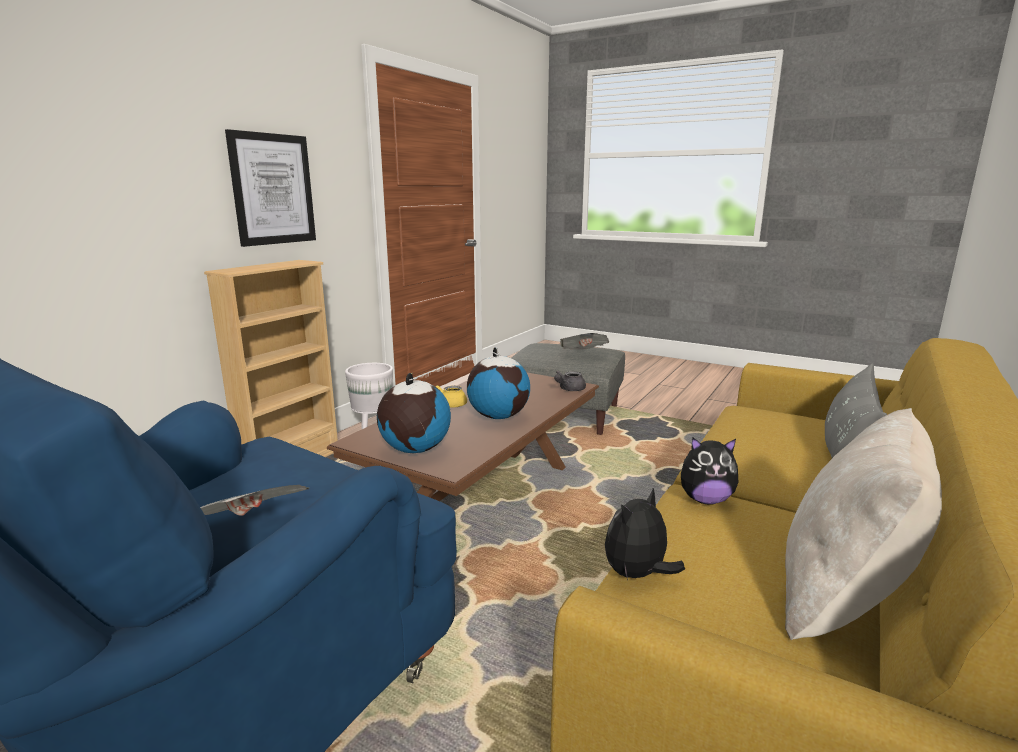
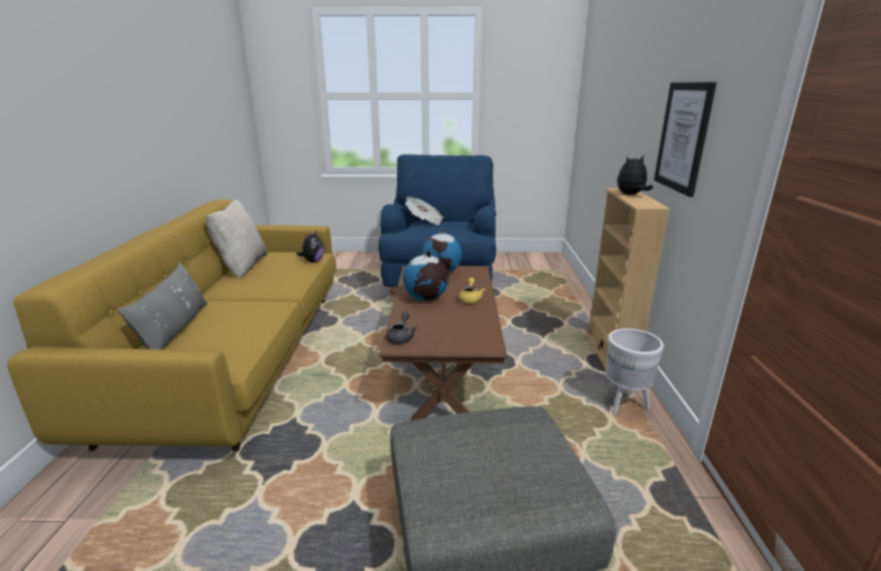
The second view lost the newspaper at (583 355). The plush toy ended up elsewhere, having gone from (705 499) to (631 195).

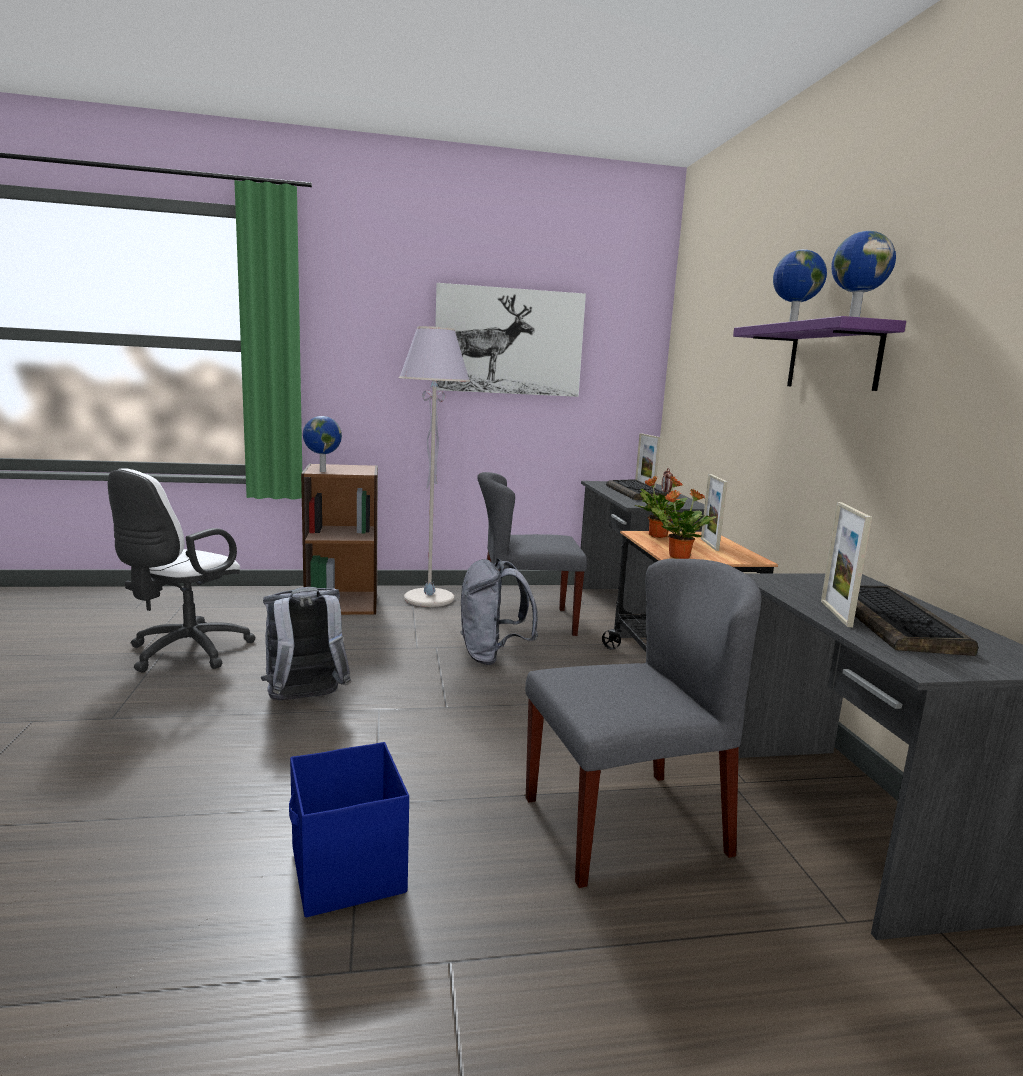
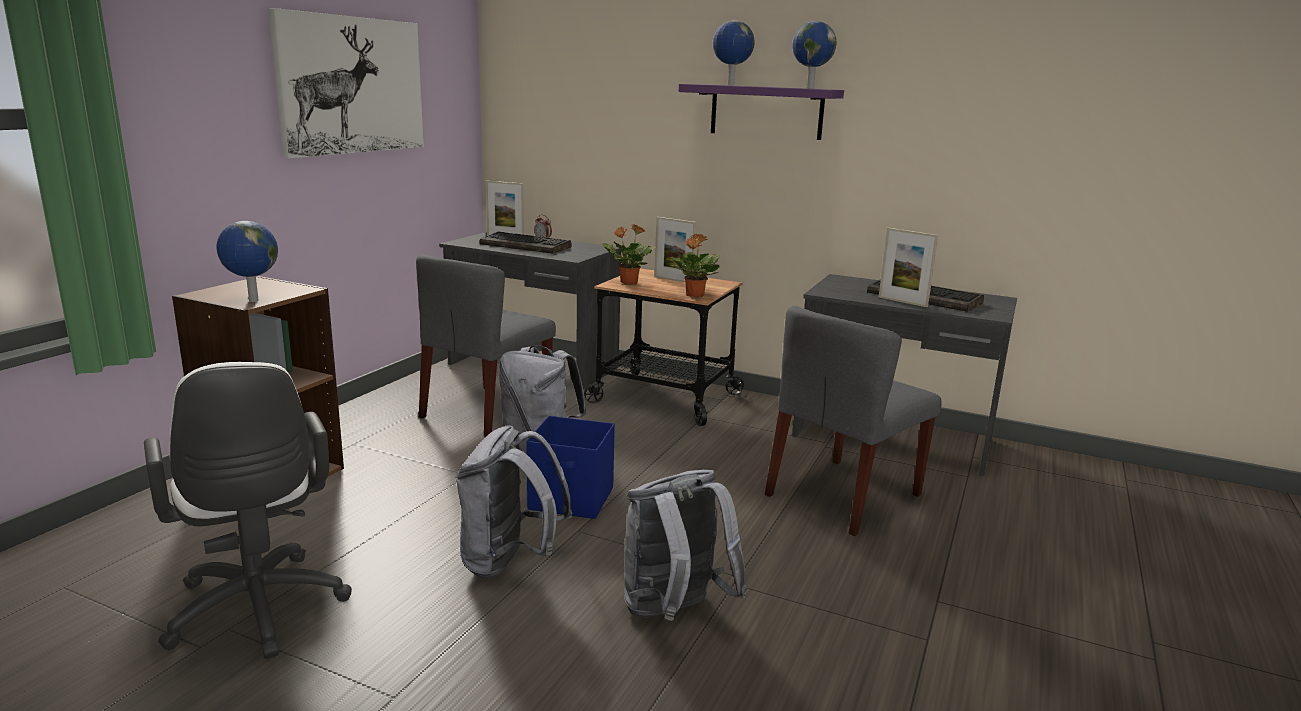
The second view lost the grey floor lamp at (428 599). The grey chair at (626 825) ended up facing another way, 150 degrees counterclockwise from before. The blue storage box ended up elsewhere, having gone from (347 872) to (572 499). The second view gained the grey backpack at (674 613).

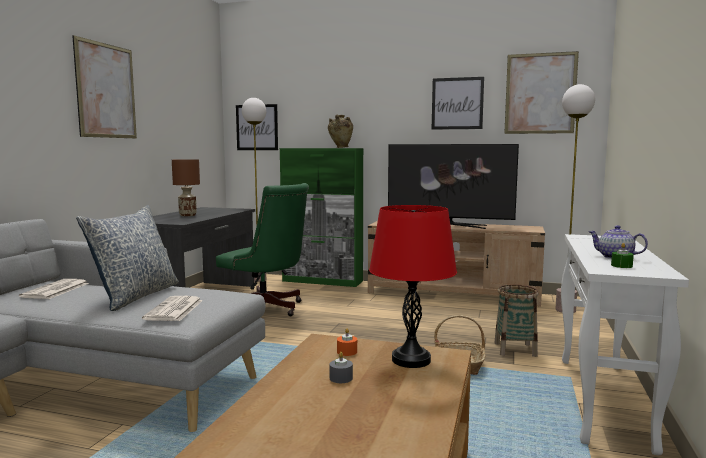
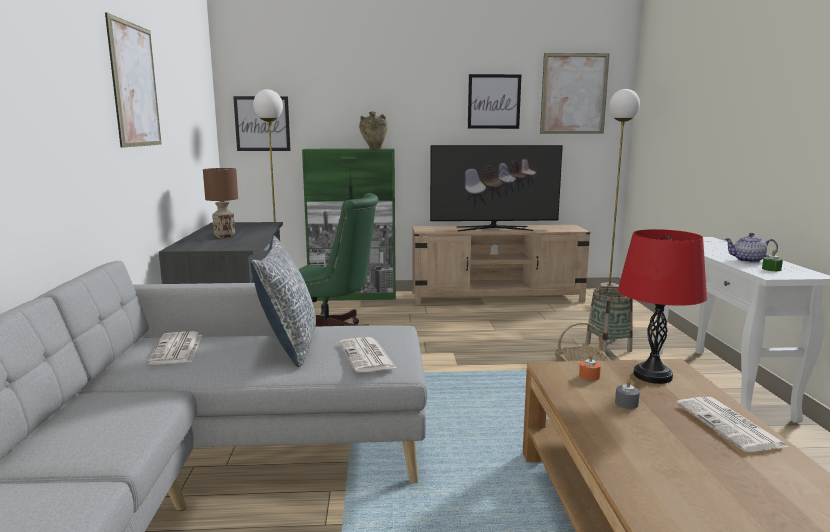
The second view gained the newspaper at (730 425).

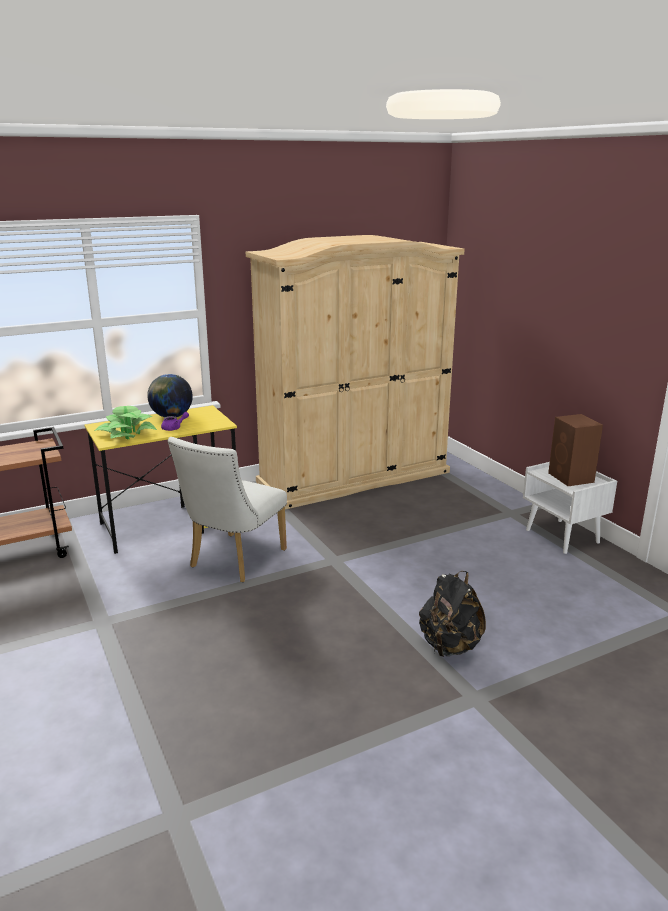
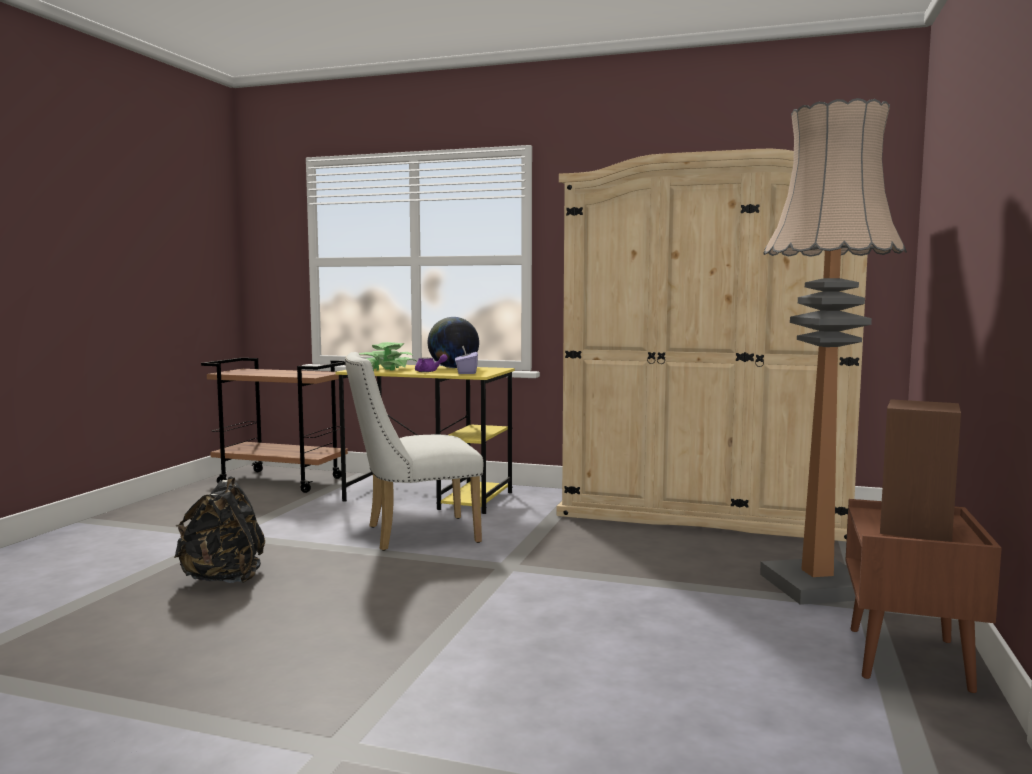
What was the white nightstand at (563 536) turned into the brown nightstand at (910 659). The black backpack ended up elsewhere, having gone from (450 646) to (223 579). The second view gained the floor lamp at (817 586). The second view gained the purple tissue box at (466 372).

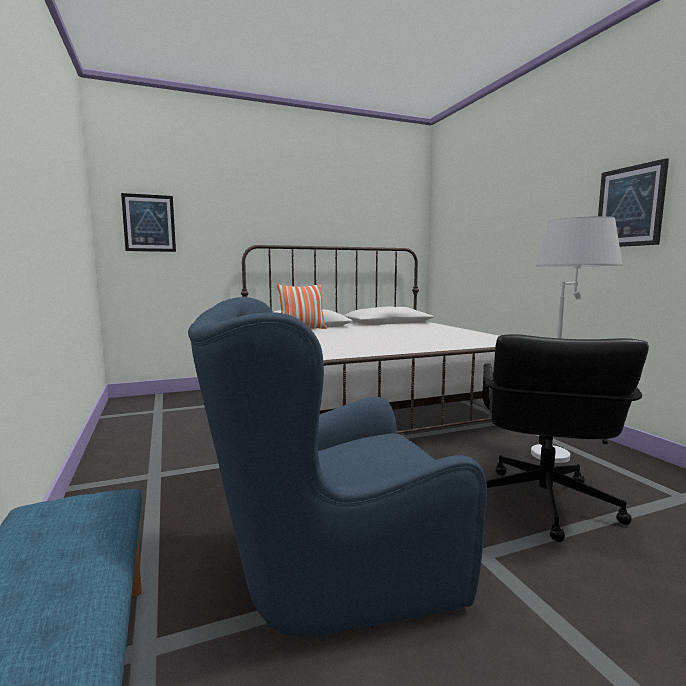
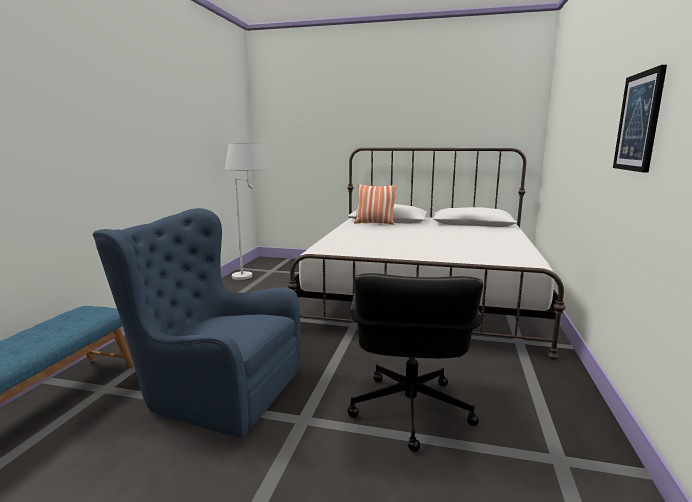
The second view lost the picture at (149 223). The white floor lamp ended up elsewhere, having gone from (561 451) to (253 276). The black office chair at (543 503) ended up facing another way, 45 degrees counterclockwise from before.

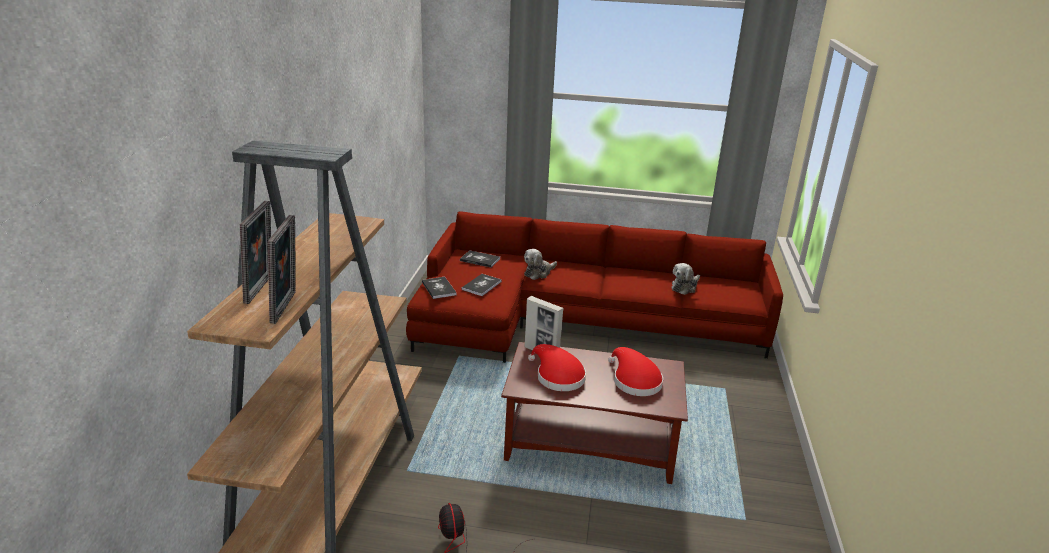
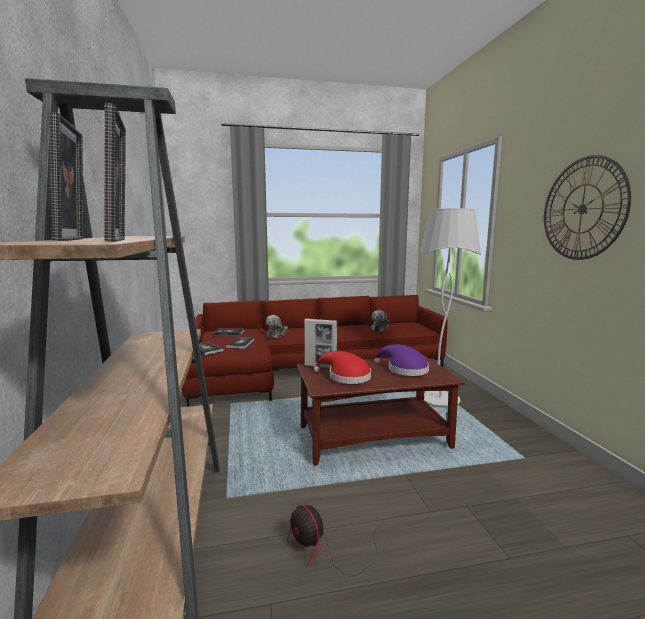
What was the red hat at (634 381) turned into the purple hat at (404 369). The second view gained the wall clock at (582 209). The second view gained the white floor lamp at (440 400).

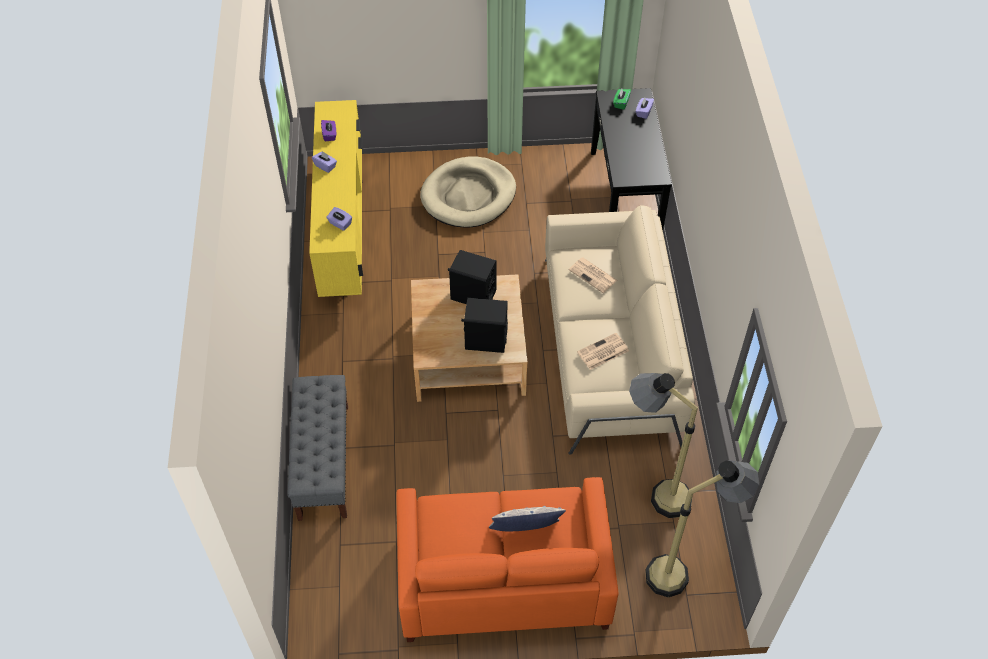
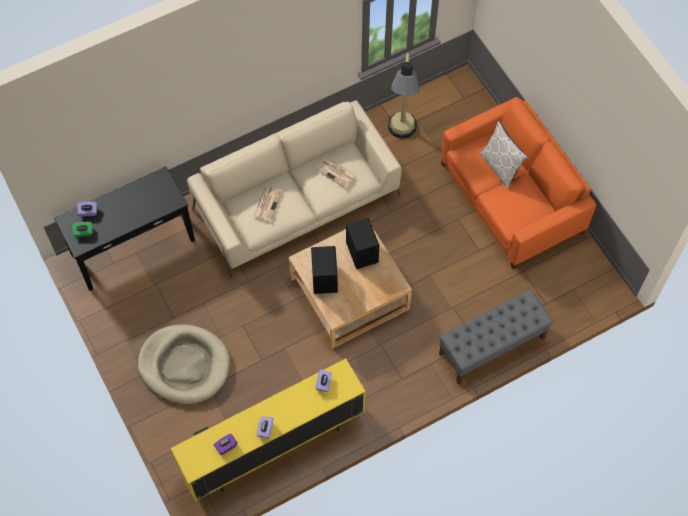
The second view lost the floor lamp at (685 570).

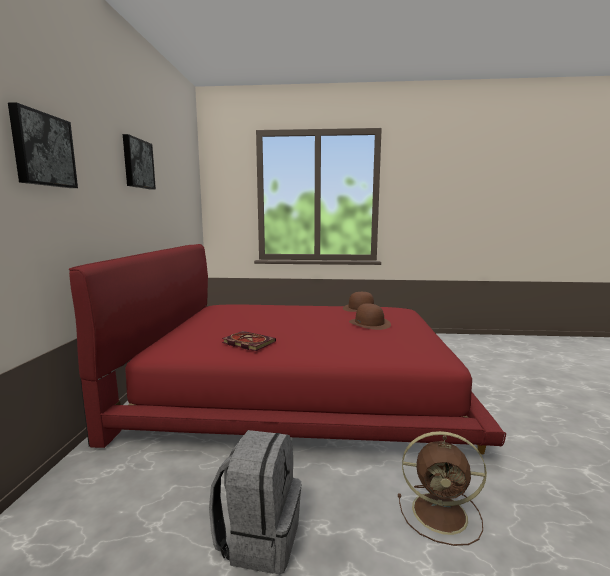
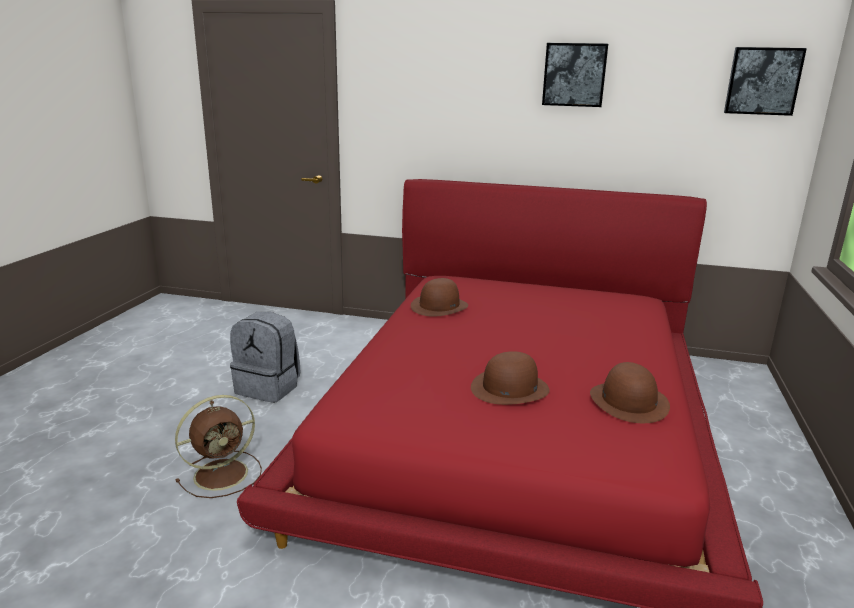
The picture ended up elsewhere, having gone from (42 150) to (763 81). Where the book stood at (247 343), the brown hat came to stand at (439 306). The brown fan at (442 513) ended up facing another way, 150 degrees counterclockwise from before.

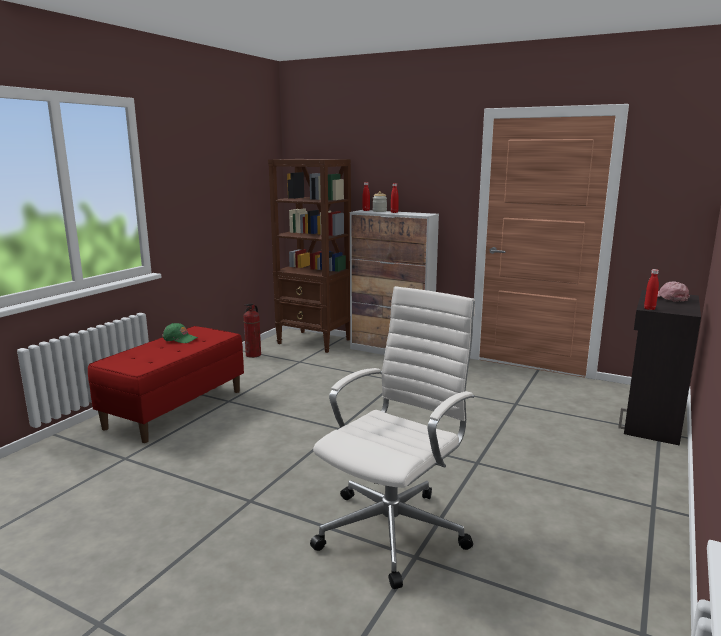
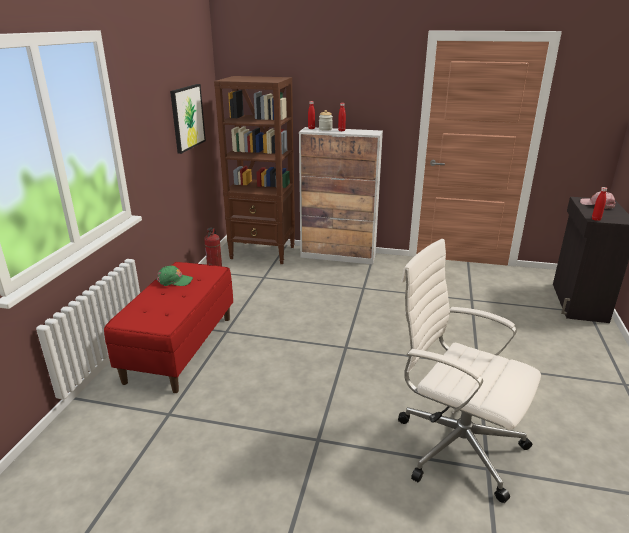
The white office chair at (394 529) ended up facing another way, 75 degrees counterclockwise from before. The second view gained the picture at (187 117).

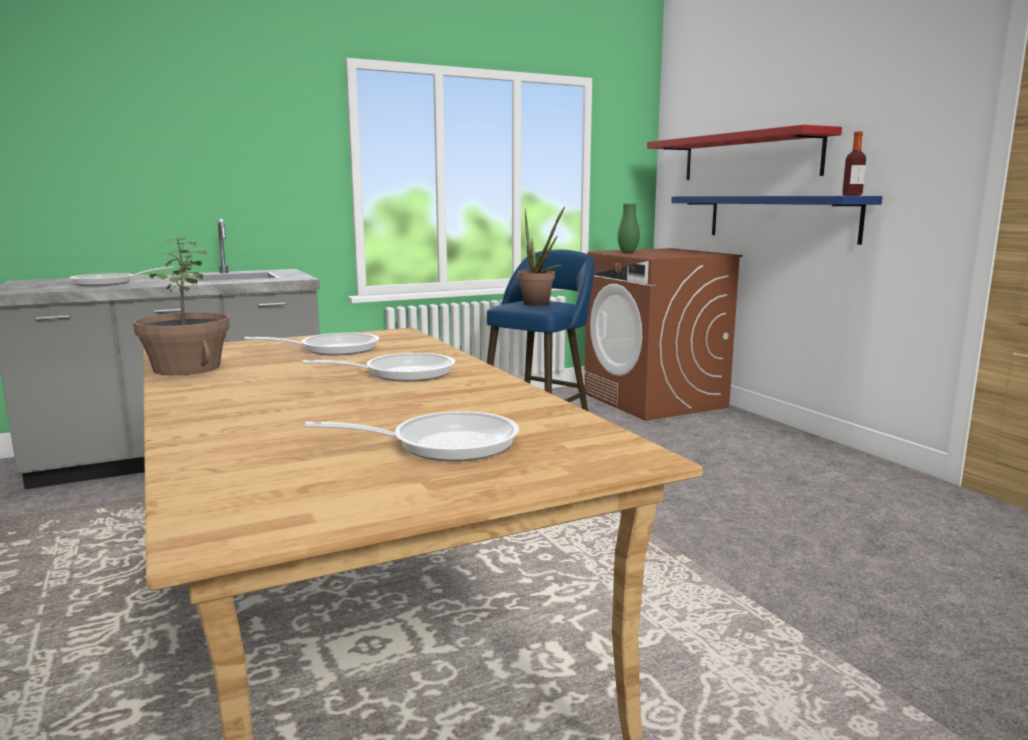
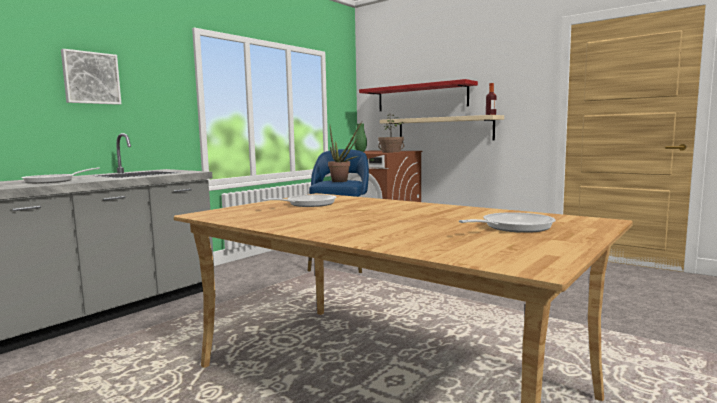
What was the blue shelf at (780 217) turned into the beige shelf at (444 129). The potted plant ended up elsewhere, having gone from (186 368) to (391 152). The second view lost the frying pan at (401 373). The second view gained the picture at (91 78).

